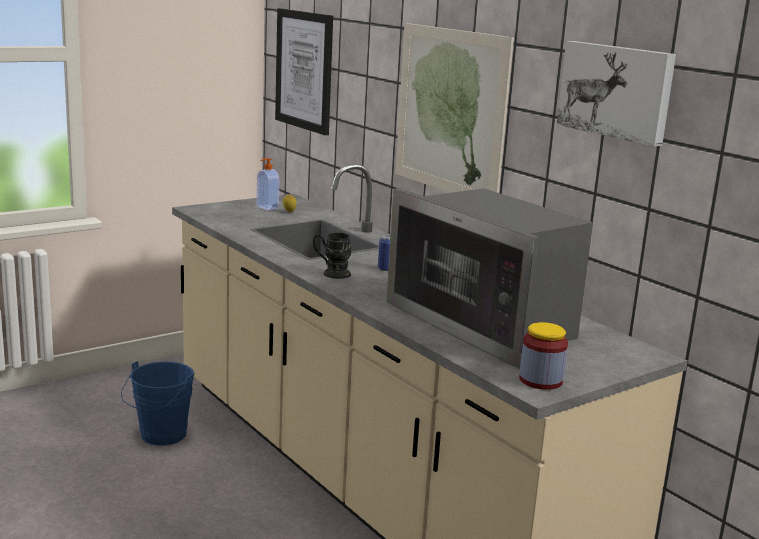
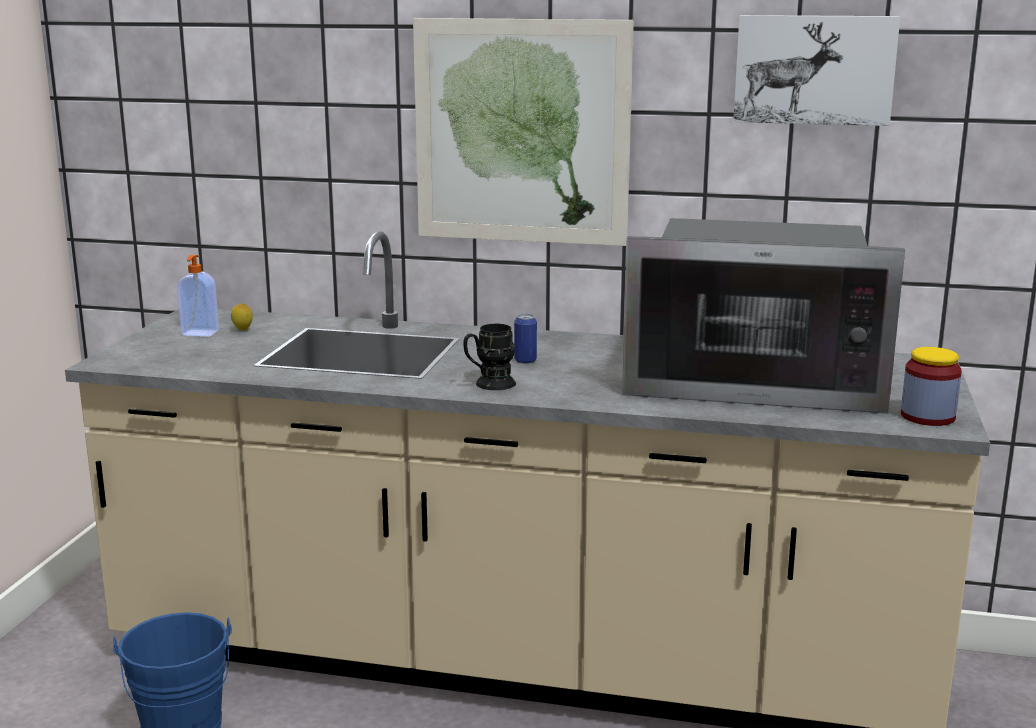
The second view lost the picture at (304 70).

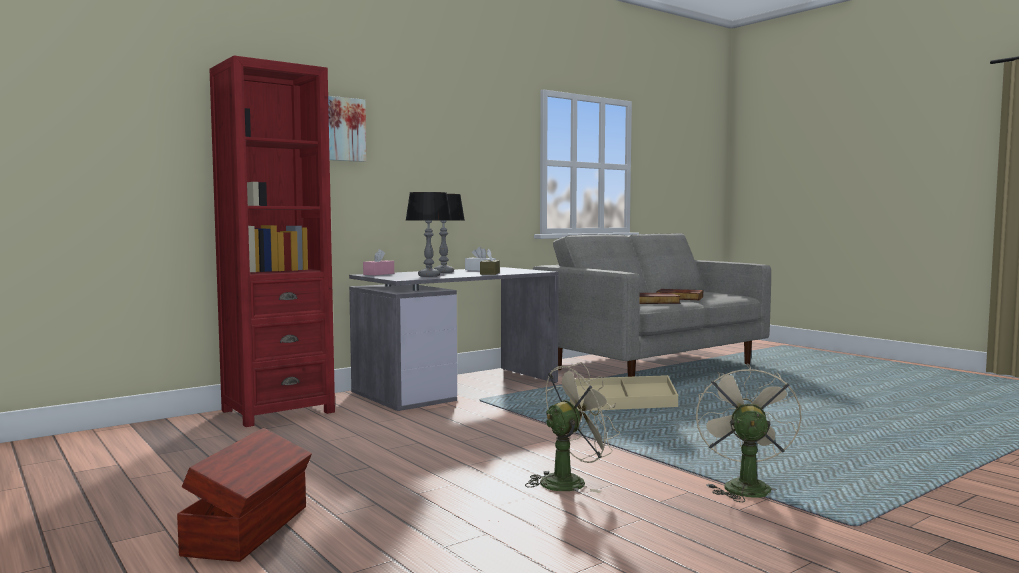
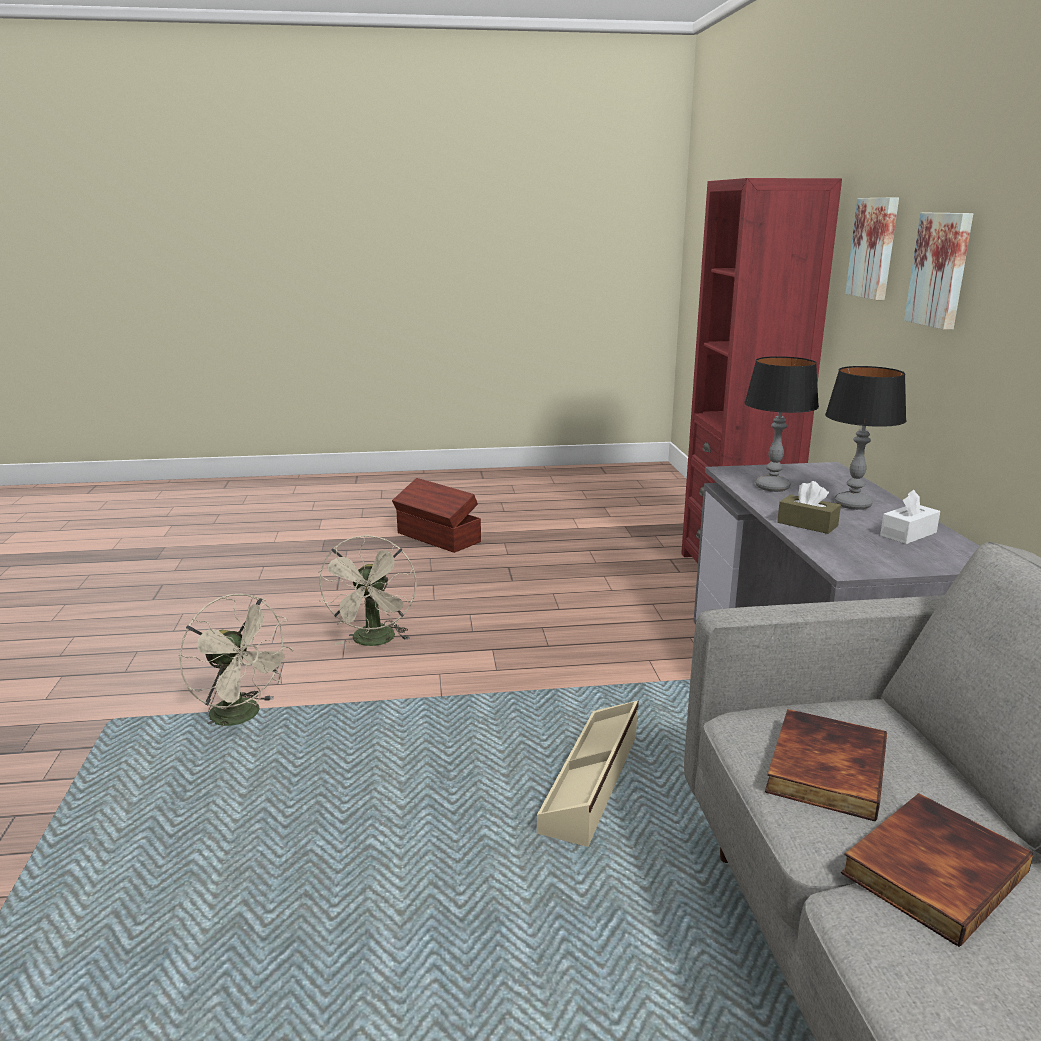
The second view lost the pink tissue box at (378 274). The second view gained the picture at (941 270).

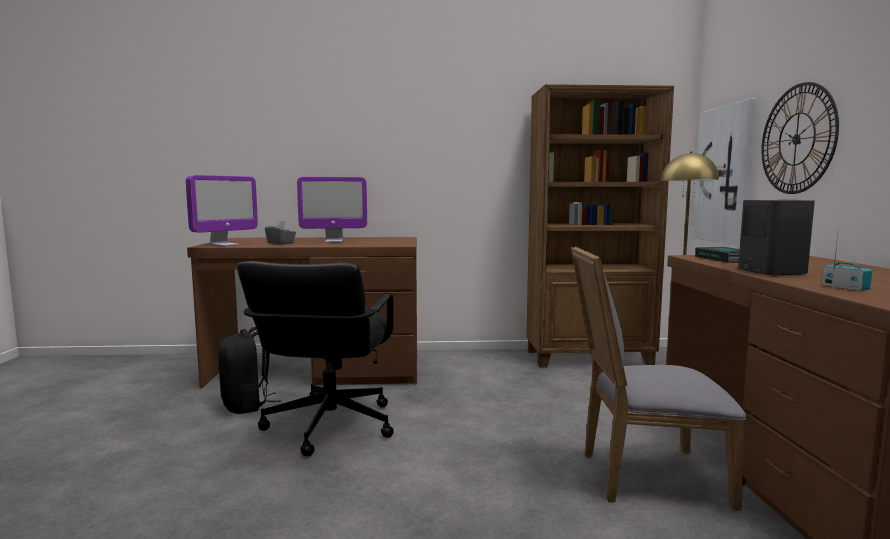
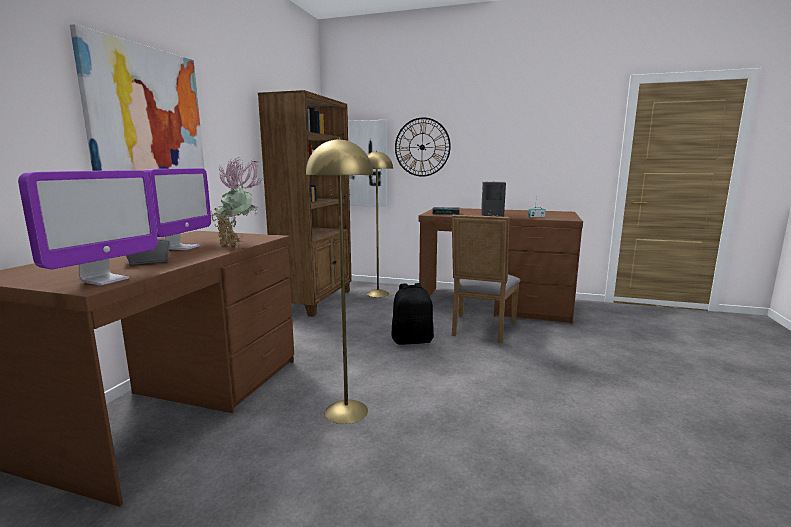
The monitor at (224 245) ended up facing another way, 60 degrees clockwise from before. Where the black office chair stood at (329 426), the yellow floor lamp came to stand at (346 411). The black backpack ended up elsewhere, having gone from (246 405) to (412 340). The second view gained the picture at (147 117). The second view gained the potted plant at (239 245).

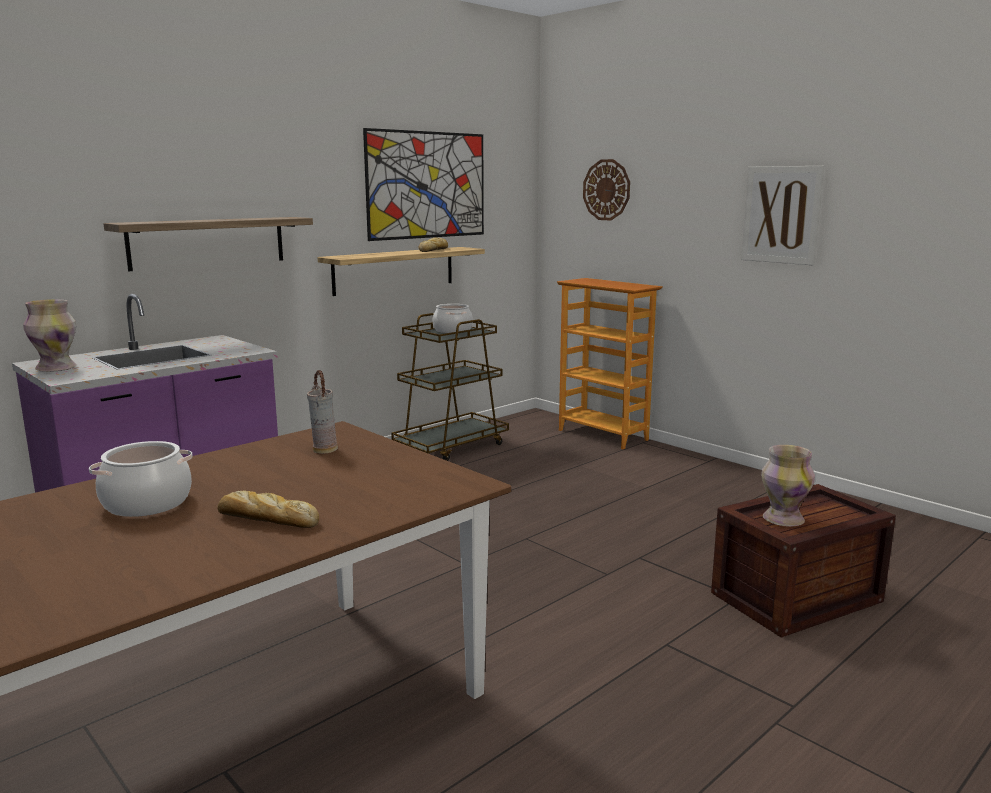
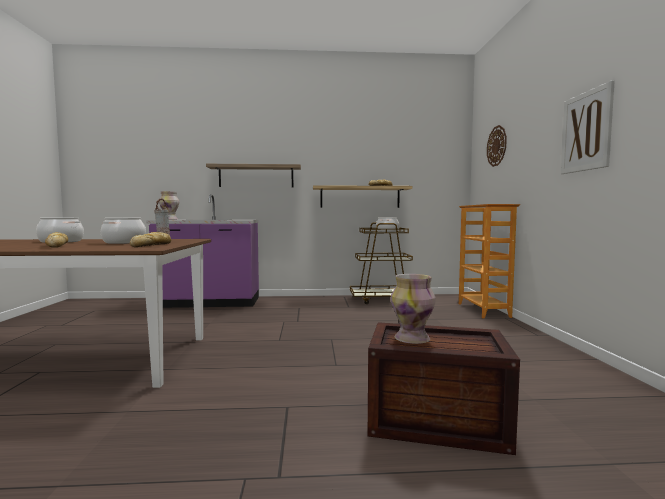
The second view lost the picture at (427 185). The second view gained the cooking pot at (124 242). The second view gained the bread at (152 245).

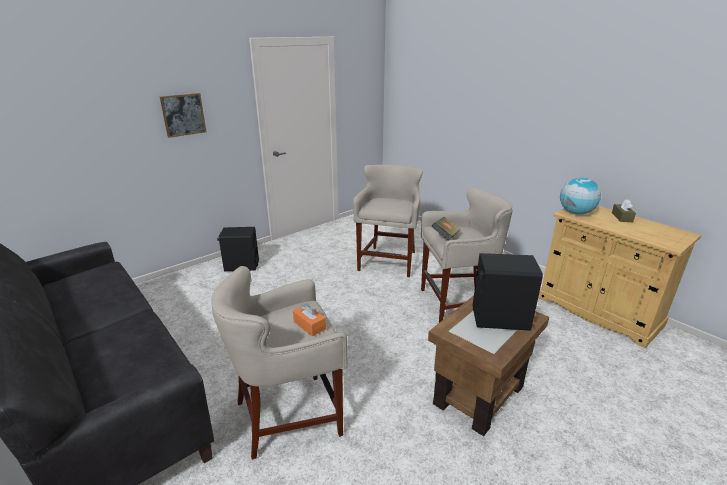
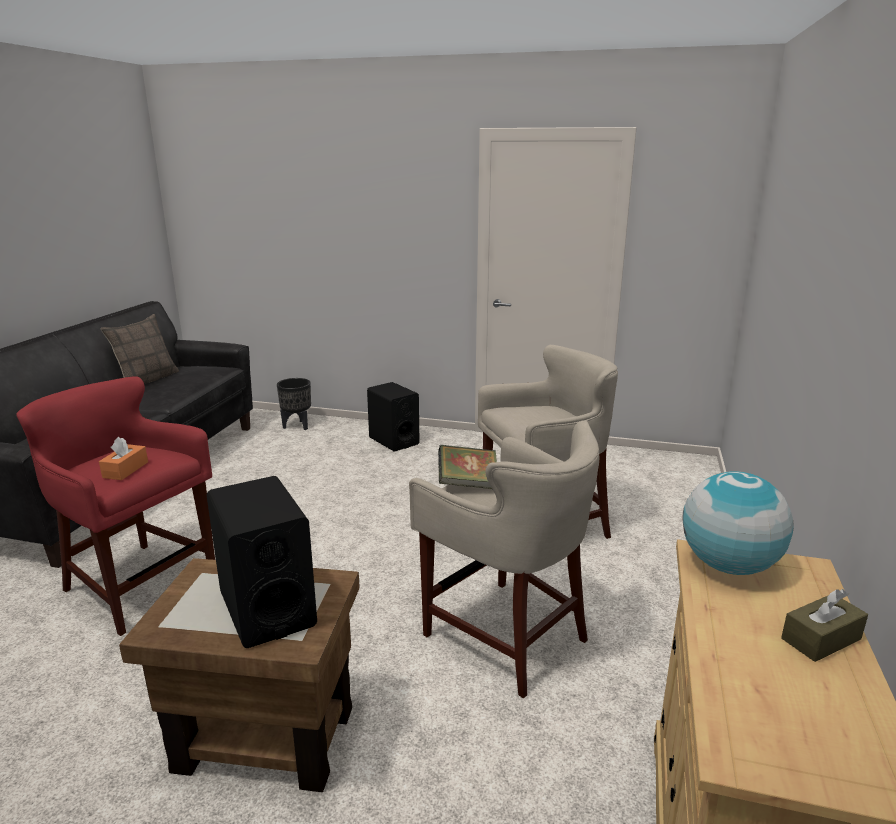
The second view lost the picture at (183 115). What was the beige stool at (290 415) turned into the red stool at (139 586). The second view gained the pillow at (147 379). The second view gained the black planter at (297 426).

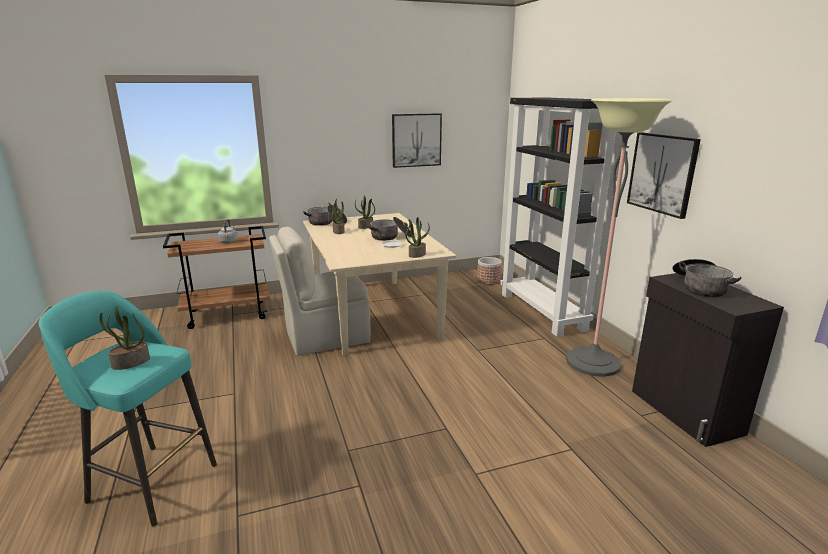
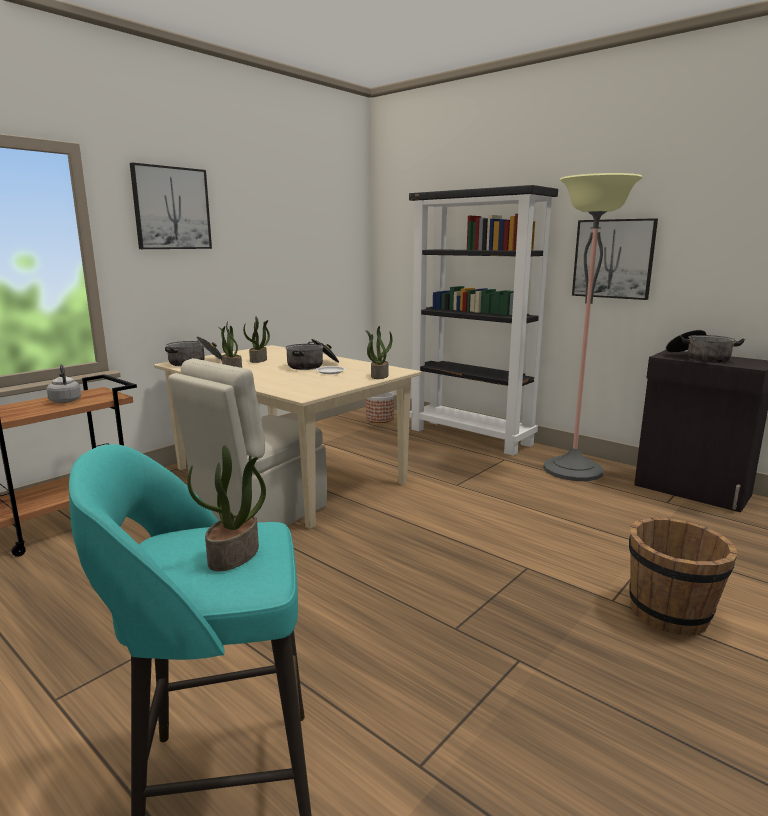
The picture ended up elsewhere, having gone from (416 140) to (171 208). The second view gained the brown bucket at (670 613).

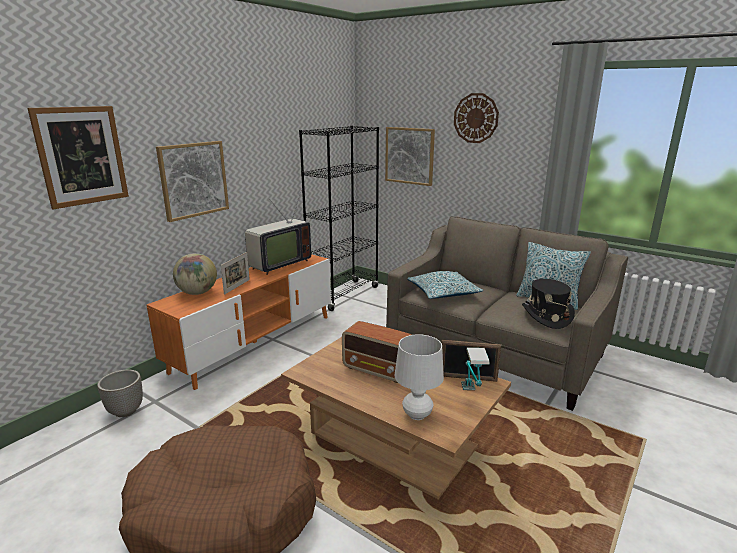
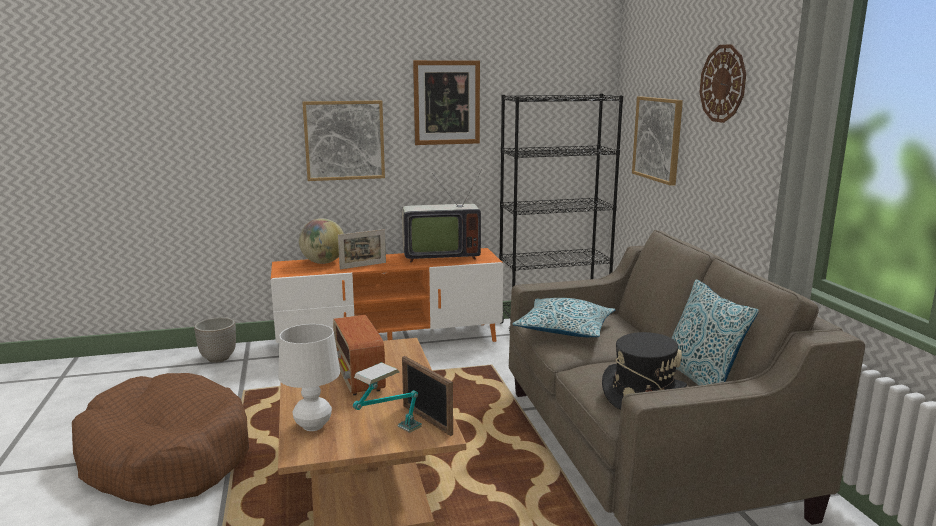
The picture ended up elsewhere, having gone from (81 156) to (446 102).

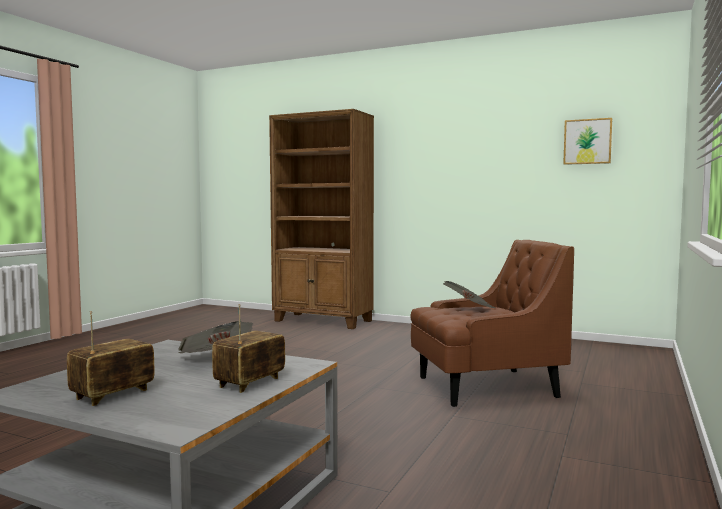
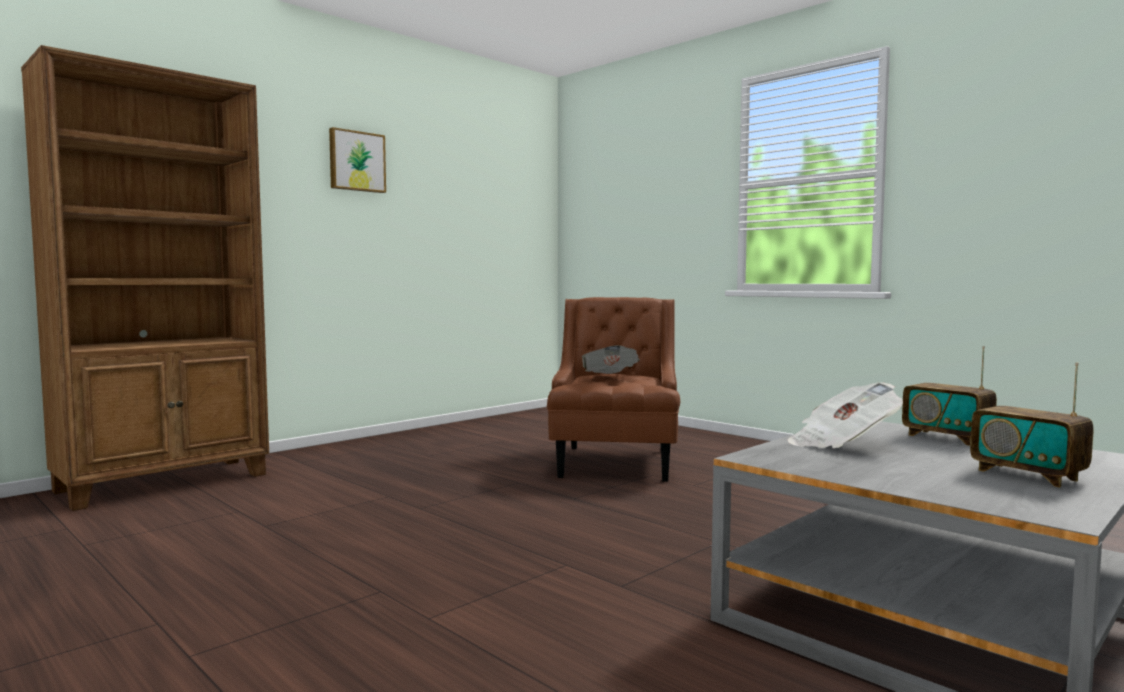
The picture ended up elsewhere, having gone from (587 141) to (356 161).

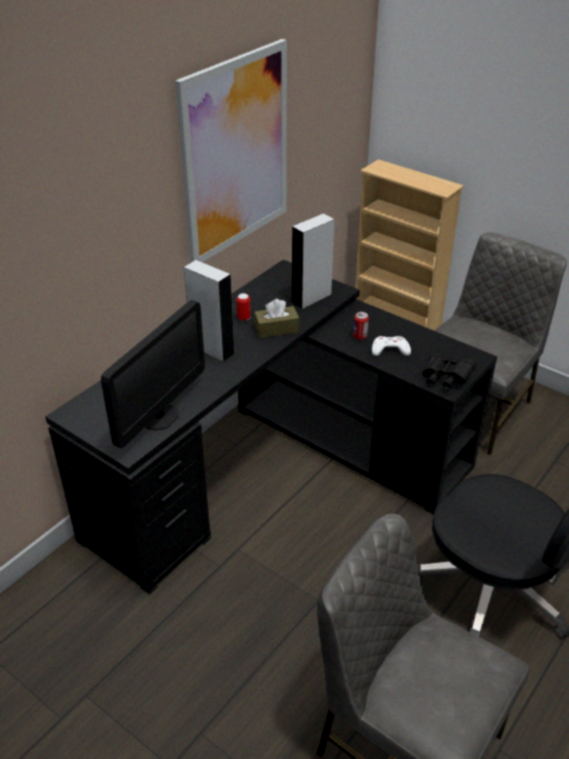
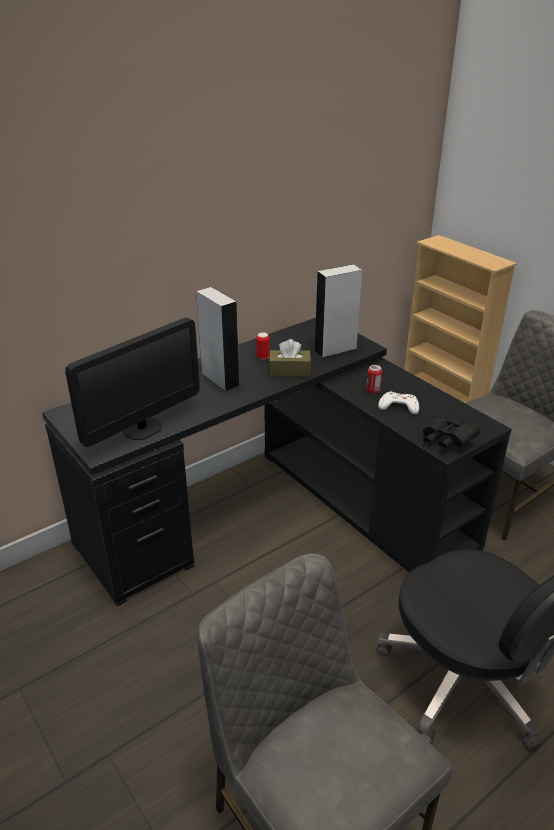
The second view lost the picture at (235 153).

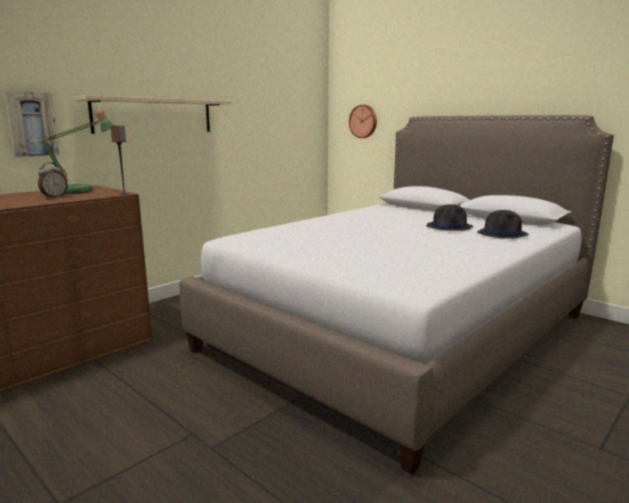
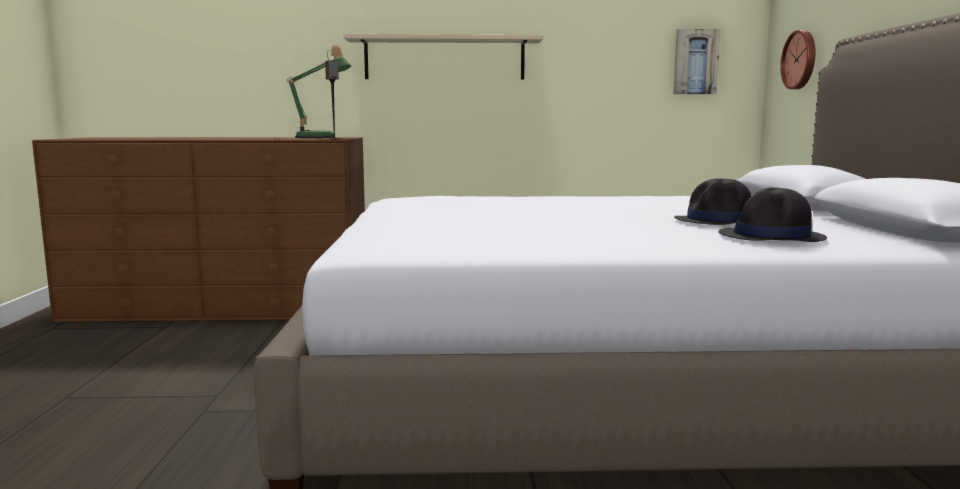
The picture ended up elsewhere, having gone from (31 124) to (695 62). The second view lost the alarm clock at (54 197).

